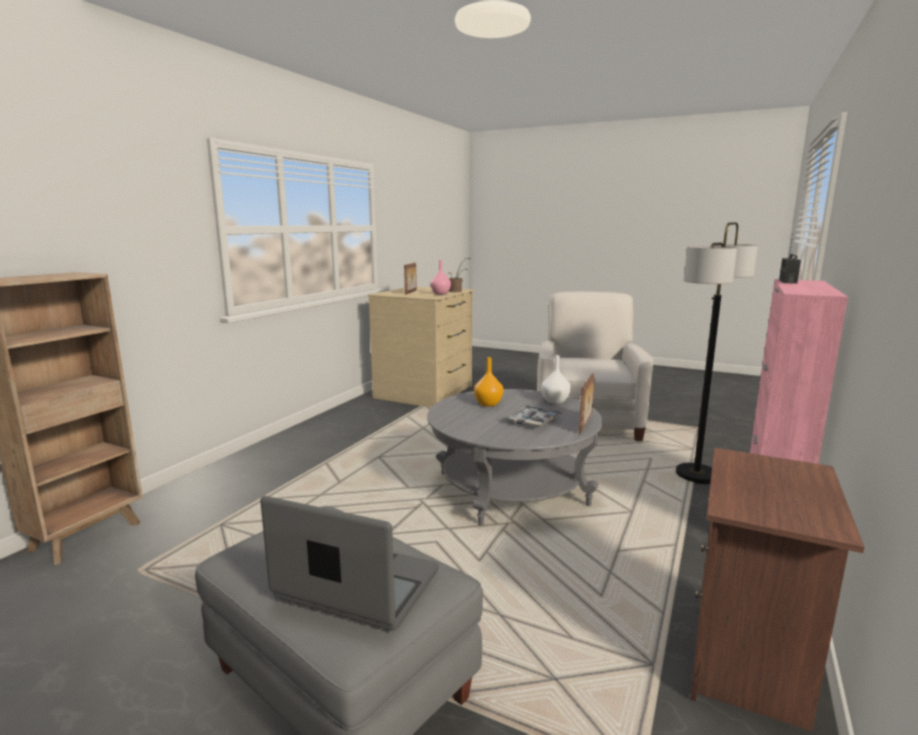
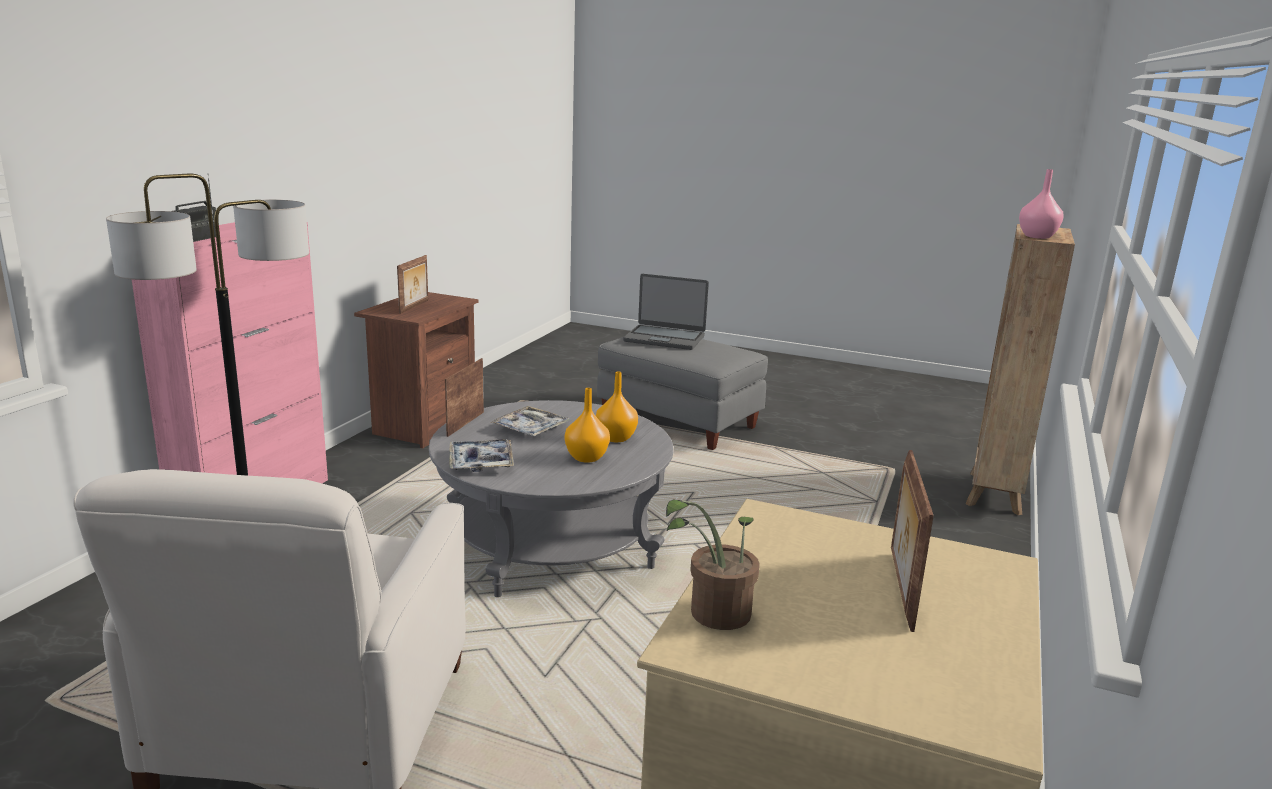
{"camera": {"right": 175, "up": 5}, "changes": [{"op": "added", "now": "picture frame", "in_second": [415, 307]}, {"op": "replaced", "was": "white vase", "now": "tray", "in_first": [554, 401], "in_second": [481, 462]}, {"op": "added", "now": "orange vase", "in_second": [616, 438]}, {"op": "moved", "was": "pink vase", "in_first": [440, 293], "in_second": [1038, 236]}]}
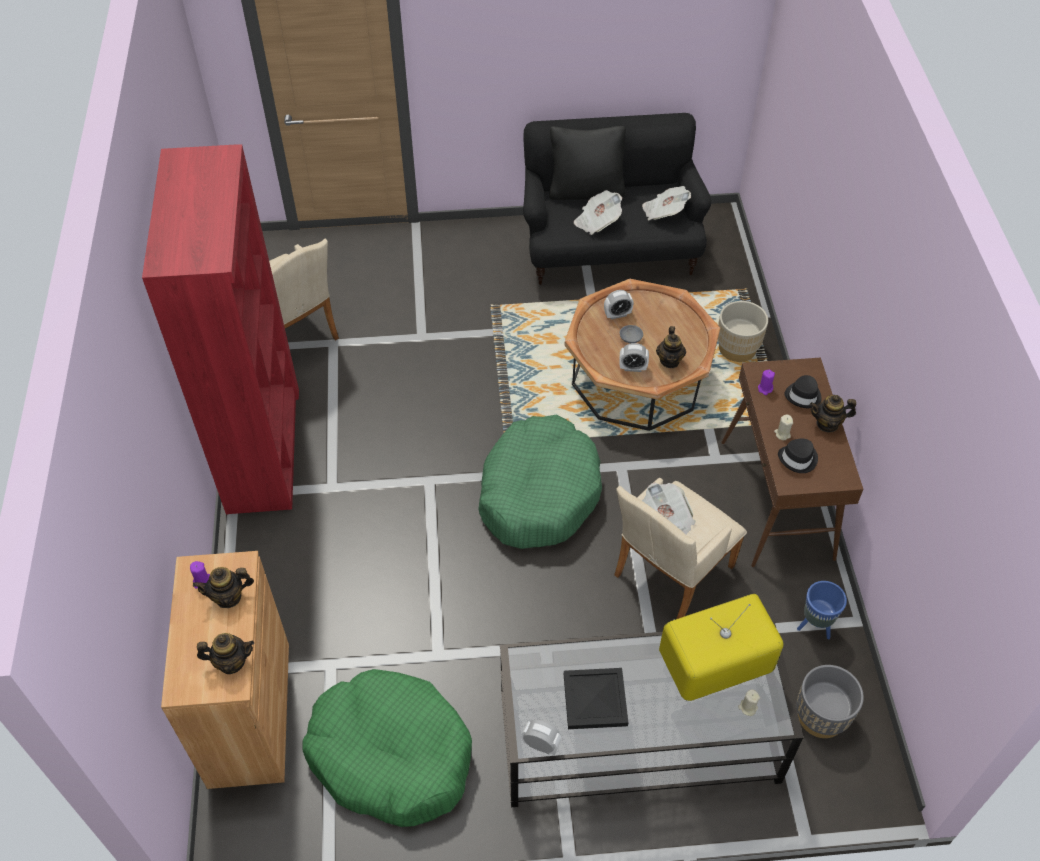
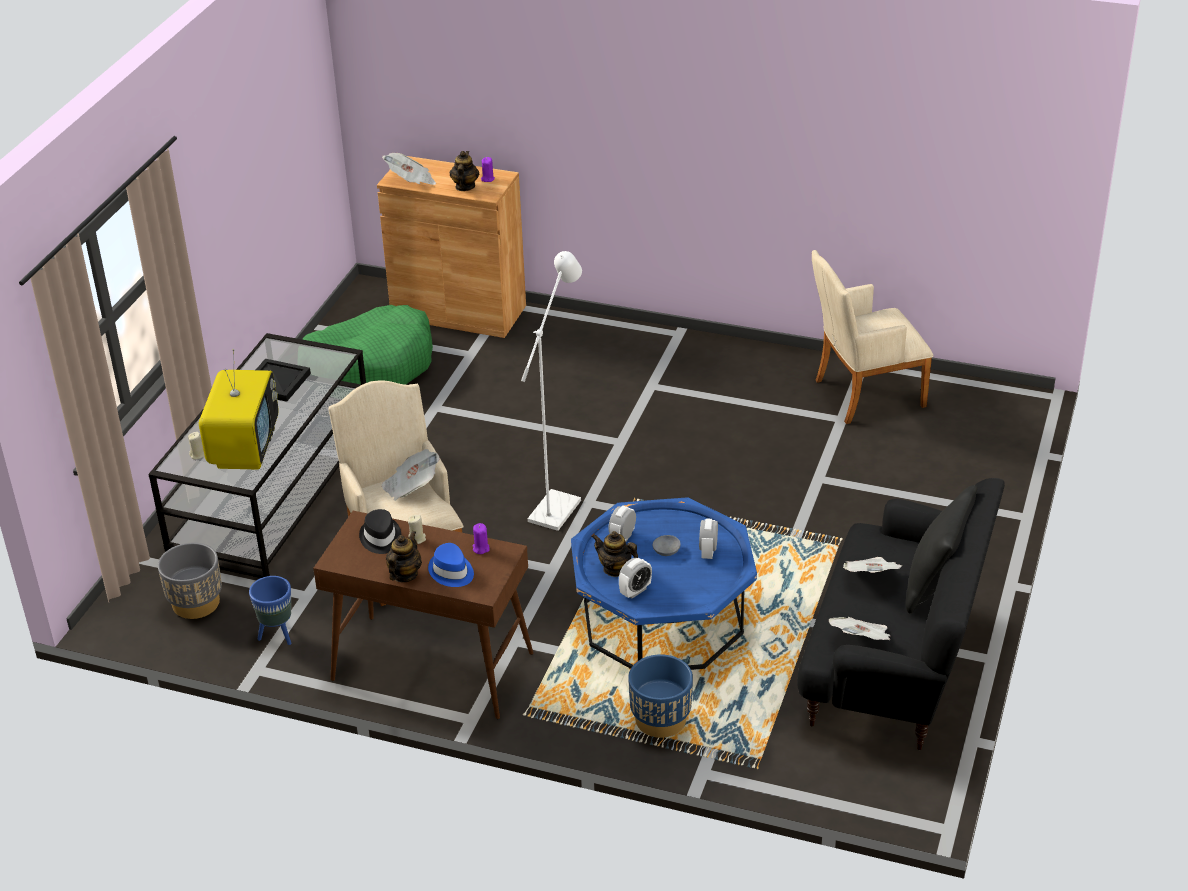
{"camera": {"right": 115, "up": -15}, "changes": [{"op": "replaced", "was": "teapot", "now": "newspaper", "in_first": [231, 662], "in_second": [411, 181]}, {"op": "recoloured", "was": "black hat", "now": "blue hat", "in_first": [803, 396], "in_second": [451, 572]}, {"op": "replaced", "was": "green dog bed", "now": "white floor lamp", "in_first": [538, 492], "in_second": [559, 504]}, {"op": "recoloured", "was": "brown coffee table", "now": "blue coffee table", "in_first": [637, 379], "in_second": [663, 618]}, {"op": "moved", "was": "alarm clock", "in_first": [541, 745], "in_second": [635, 591]}, {"op": "recoloured", "was": "beige planter", "now": "blue planter", "in_first": [737, 348], "in_second": [661, 720]}, {"op": "removed", "was": "red bookcase", "in_first": [264, 449]}]}
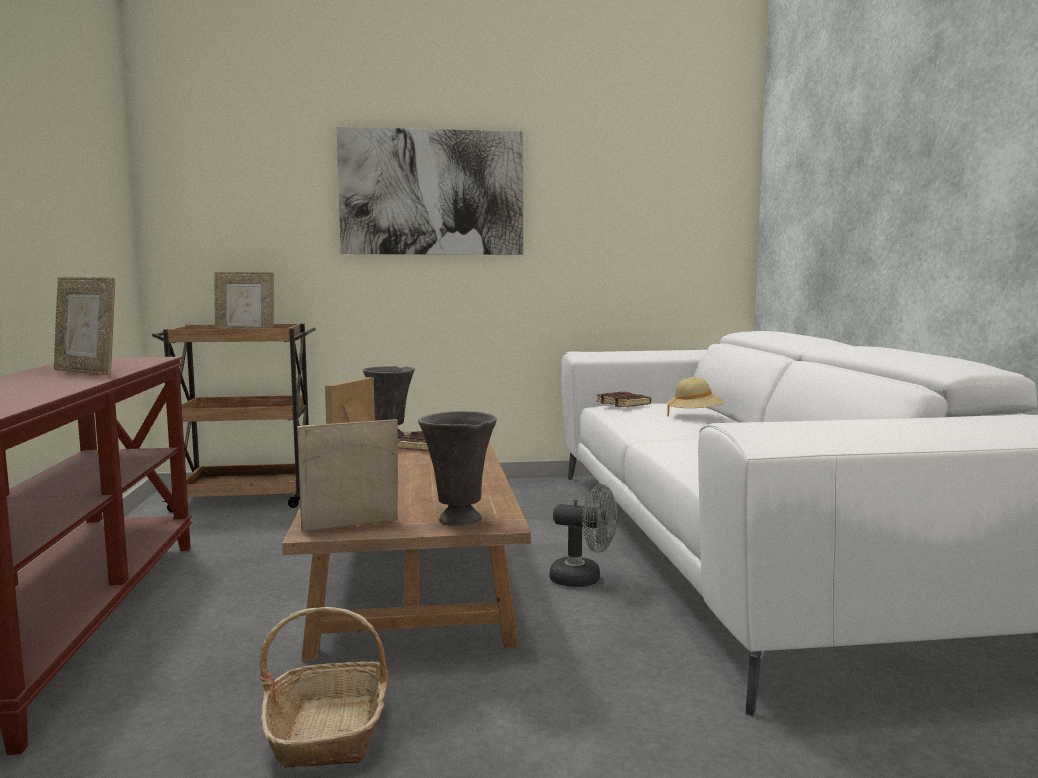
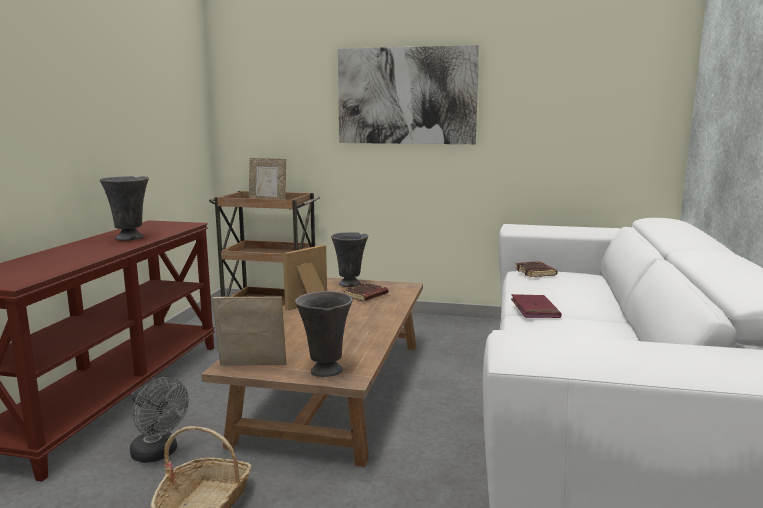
{"camera": {"right": 20, "up": 5}, "changes": [{"op": "replaced", "was": "picture frame", "now": "grey vase", "in_first": [87, 372], "in_second": [130, 238]}, {"op": "moved", "was": "grey fan", "in_first": [584, 579], "in_second": [159, 454]}, {"op": "added", "now": "red book", "in_second": [534, 309]}, {"op": "removed", "was": "beige hat", "in_first": [694, 416]}]}
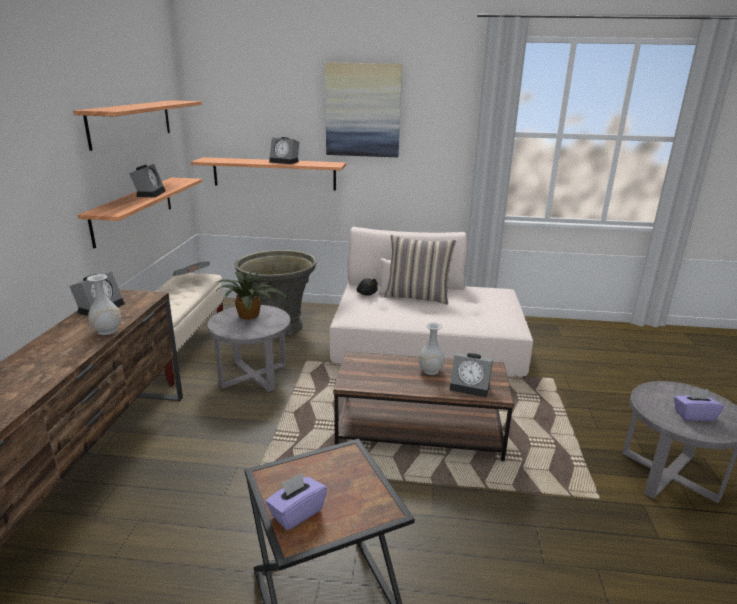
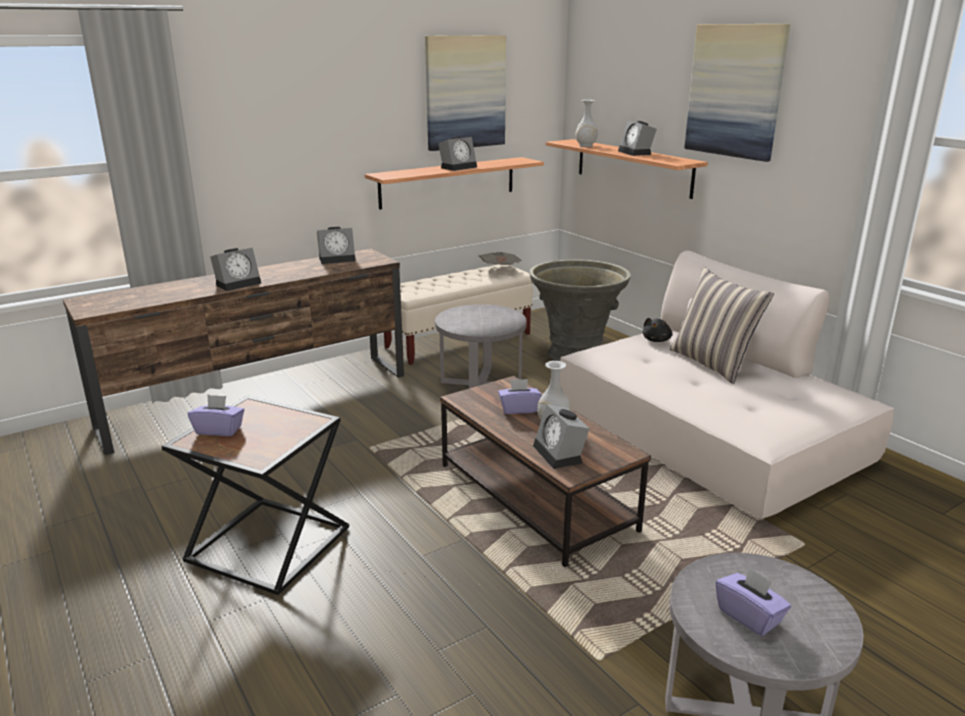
{"camera": {"right": 50, "up": 0}, "changes": [{"op": "added", "now": "alarm clock", "in_second": [239, 283]}, {"op": "replaced", "was": "shelf", "now": "picture", "in_first": [131, 122], "in_second": [465, 92]}, {"op": "added", "now": "purple tissue box", "in_second": [518, 409]}, {"op": "moved", "was": "white vase", "in_first": [107, 331], "in_second": [586, 146]}, {"op": "removed", "was": "potted plant", "in_first": [251, 315]}]}
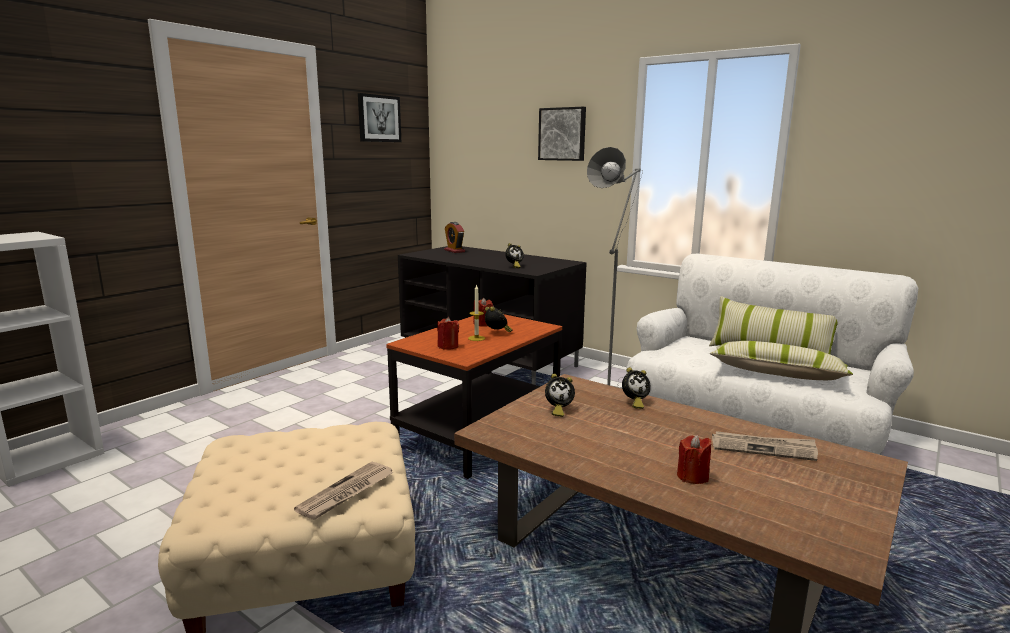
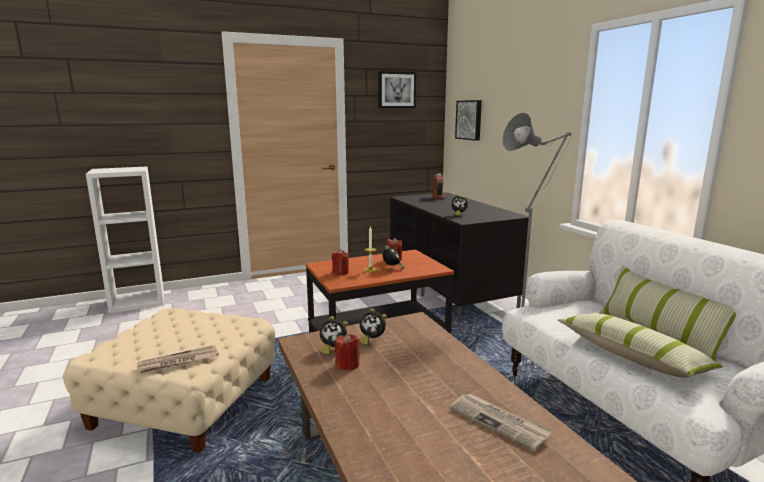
{"camera": {"right": 30, "up": 0}, "changes": [{"op": "moved", "was": "alarm clock", "in_first": [634, 403], "in_second": [332, 349]}, {"op": "moved", "was": "red candle", "in_first": [692, 476], "in_second": [347, 365]}, {"op": "moved", "was": "picture", "in_first": [562, 134], "in_second": [469, 120]}]}
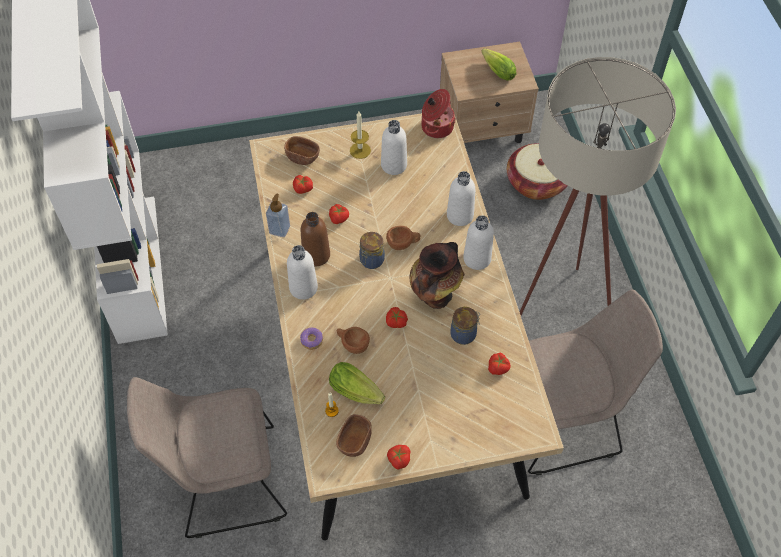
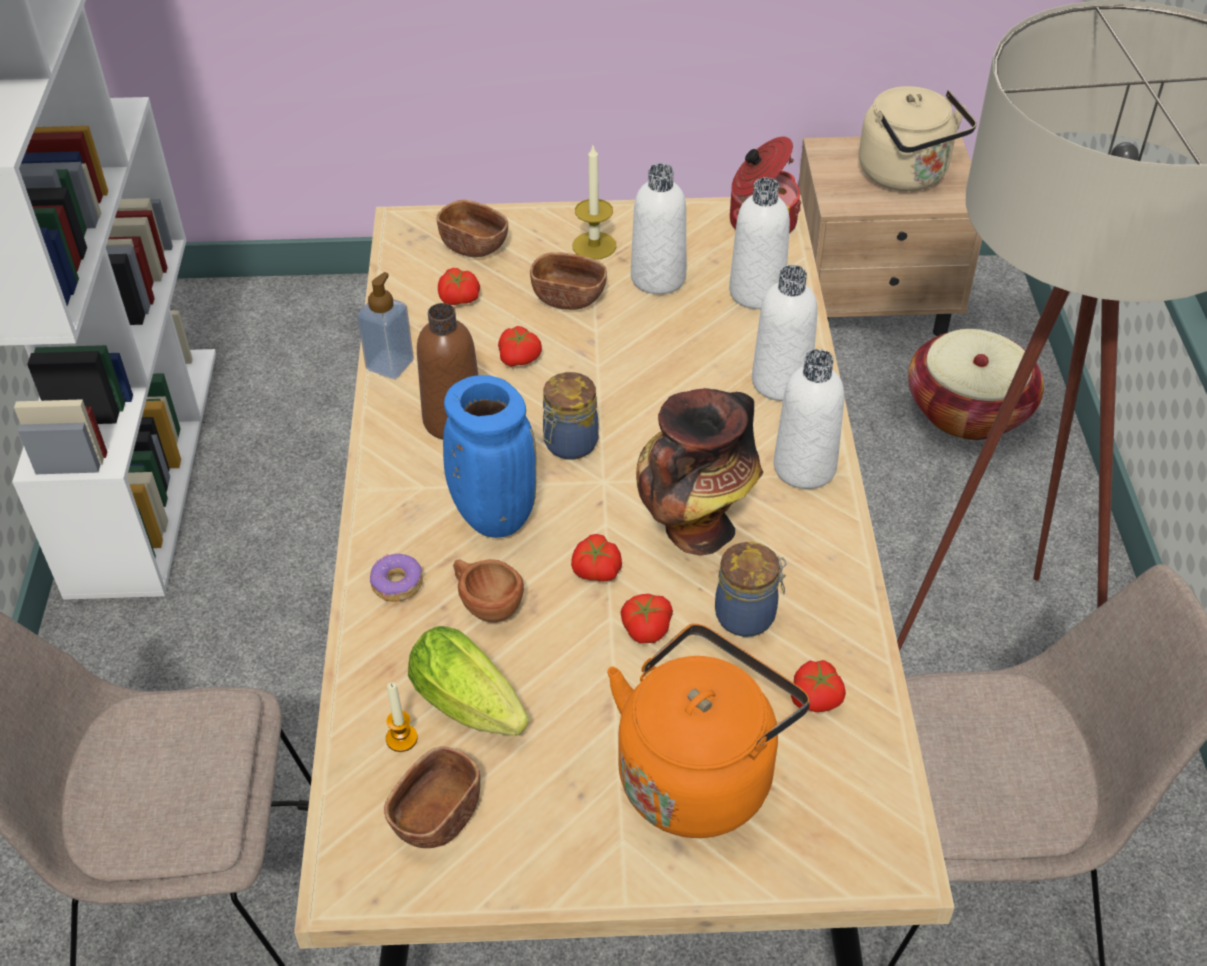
{"camera": {"right": 10, "up": -10}, "changes": [{"op": "added", "now": "blue vase", "in_second": [492, 515]}, {"op": "added", "now": "brown bowl", "in_second": [568, 297]}, {"op": "added", "now": "orange kettle", "in_second": [699, 773]}, {"op": "moved", "was": "tomato", "in_first": [398, 459], "in_second": [645, 628]}, {"op": "moved", "was": "white bottle", "in_first": [303, 288], "in_second": [757, 292]}, {"op": "replaced", "was": "lettuce", "now": "beige kettle", "in_first": [496, 71], "in_second": [907, 175]}, {"op": "removed", "was": "brown cup", "in_first": [403, 244]}]}
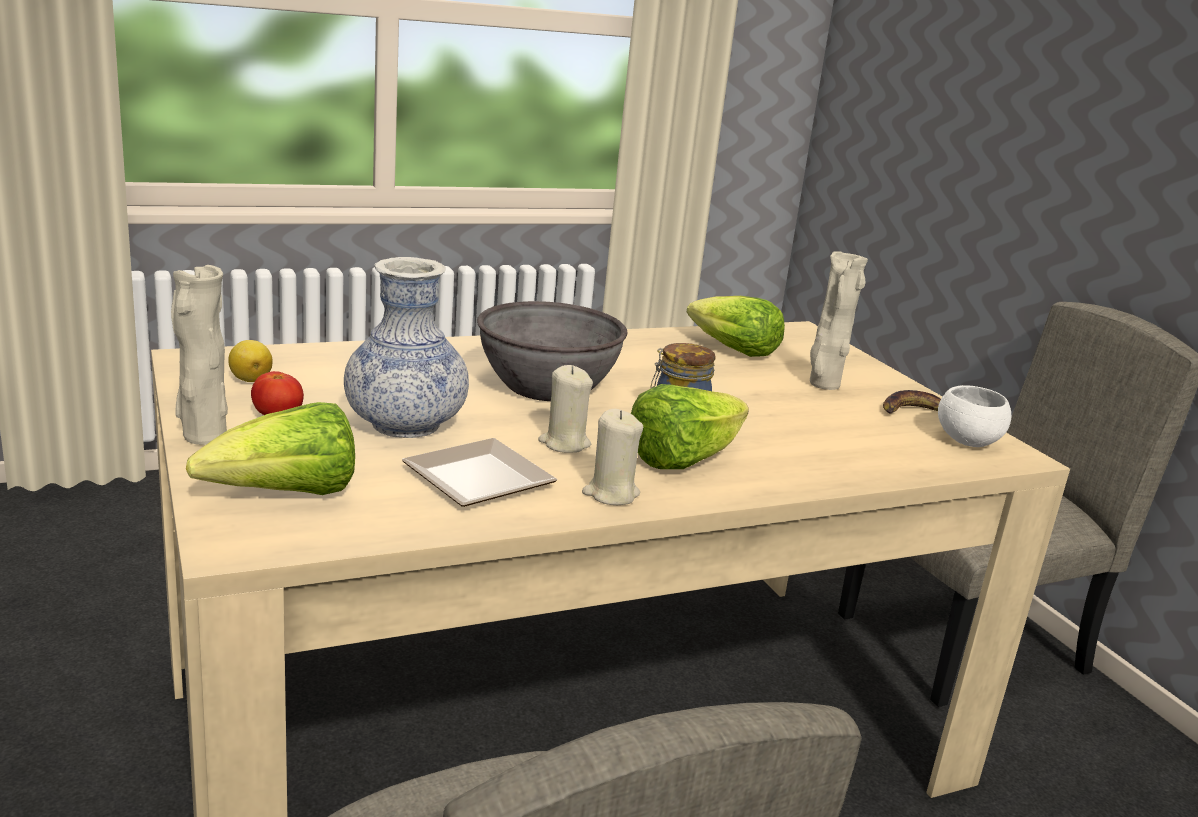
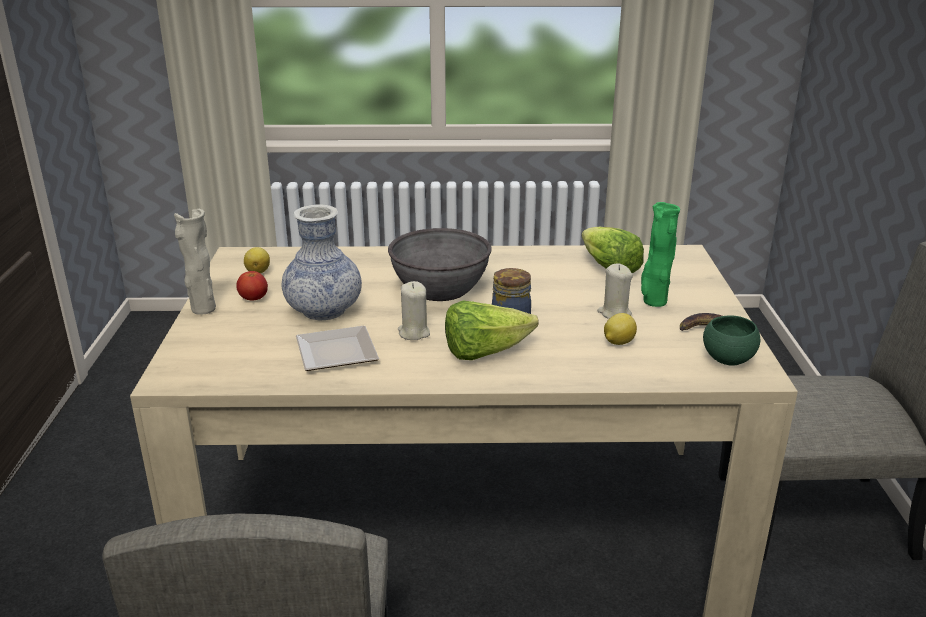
{"camera": {"right": 25, "up": 5}, "changes": [{"op": "moved", "was": "beige candle", "in_first": [610, 494], "in_second": [614, 313]}, {"op": "added", "now": "lemon", "in_second": [618, 342]}, {"op": "recoloured", "was": "beige vase", "now": "green vase", "in_first": [823, 385], "in_second": [653, 302]}, {"op": "recoloured", "was": "white bowl", "now": "green bowl", "in_first": [967, 441], "in_second": [728, 359]}, {"op": "removed", "was": "lettuce", "in_first": [286, 496]}]}
